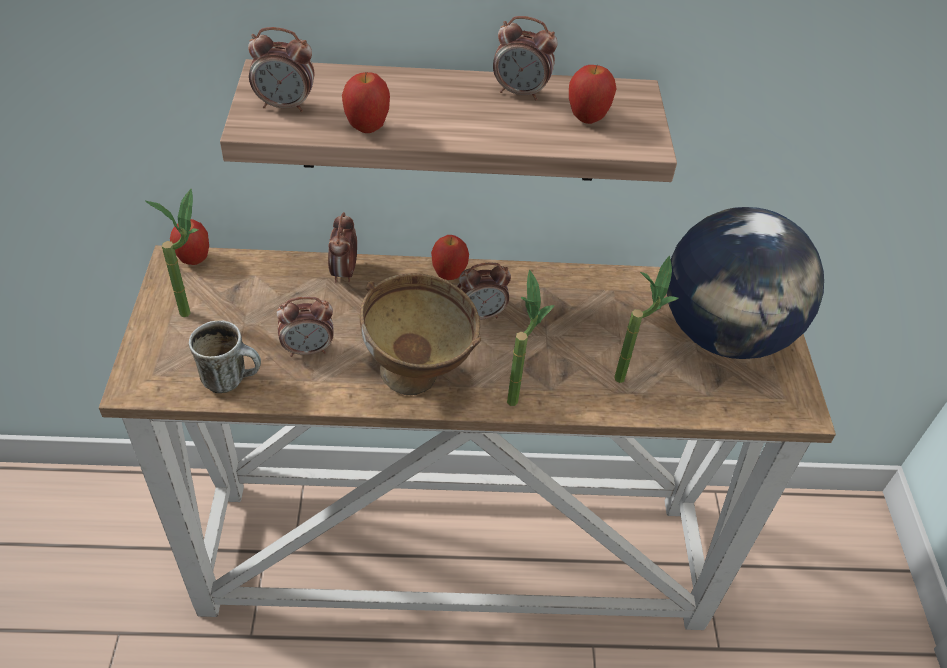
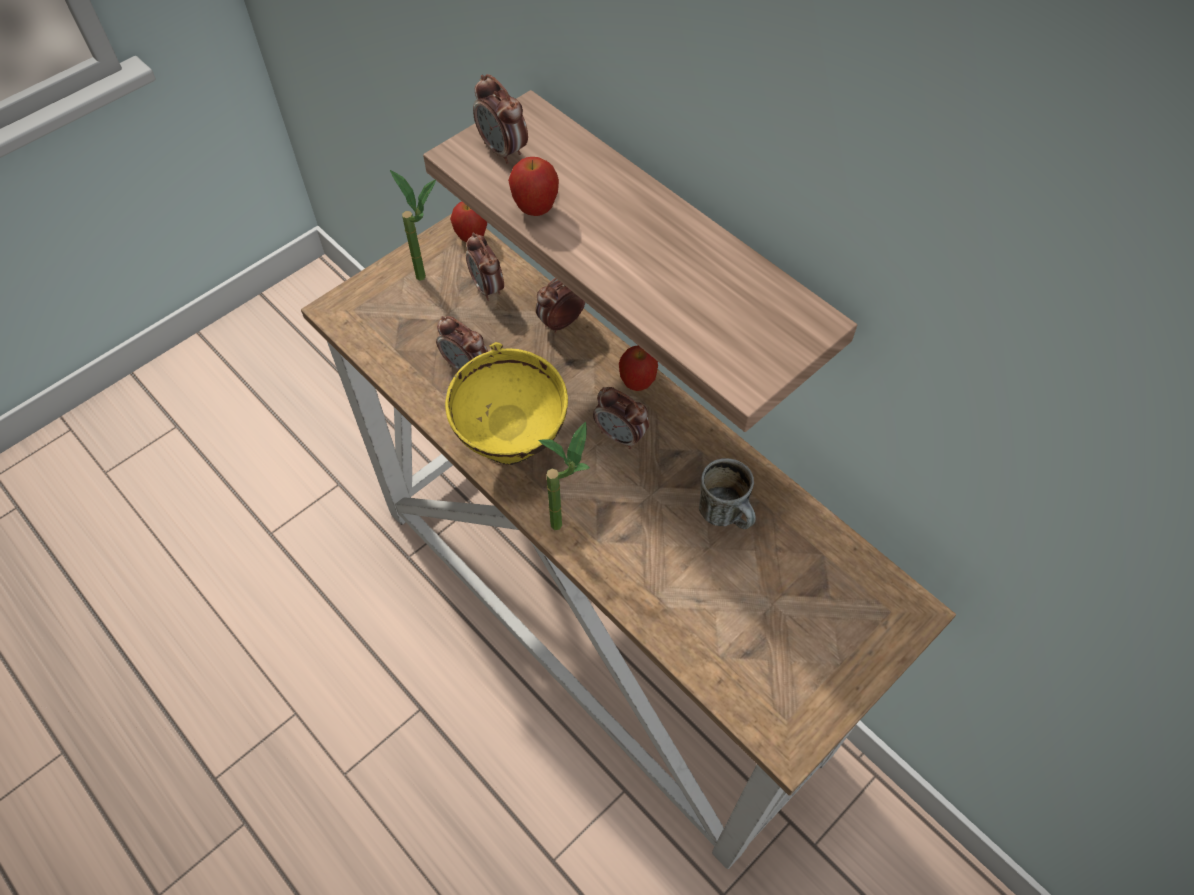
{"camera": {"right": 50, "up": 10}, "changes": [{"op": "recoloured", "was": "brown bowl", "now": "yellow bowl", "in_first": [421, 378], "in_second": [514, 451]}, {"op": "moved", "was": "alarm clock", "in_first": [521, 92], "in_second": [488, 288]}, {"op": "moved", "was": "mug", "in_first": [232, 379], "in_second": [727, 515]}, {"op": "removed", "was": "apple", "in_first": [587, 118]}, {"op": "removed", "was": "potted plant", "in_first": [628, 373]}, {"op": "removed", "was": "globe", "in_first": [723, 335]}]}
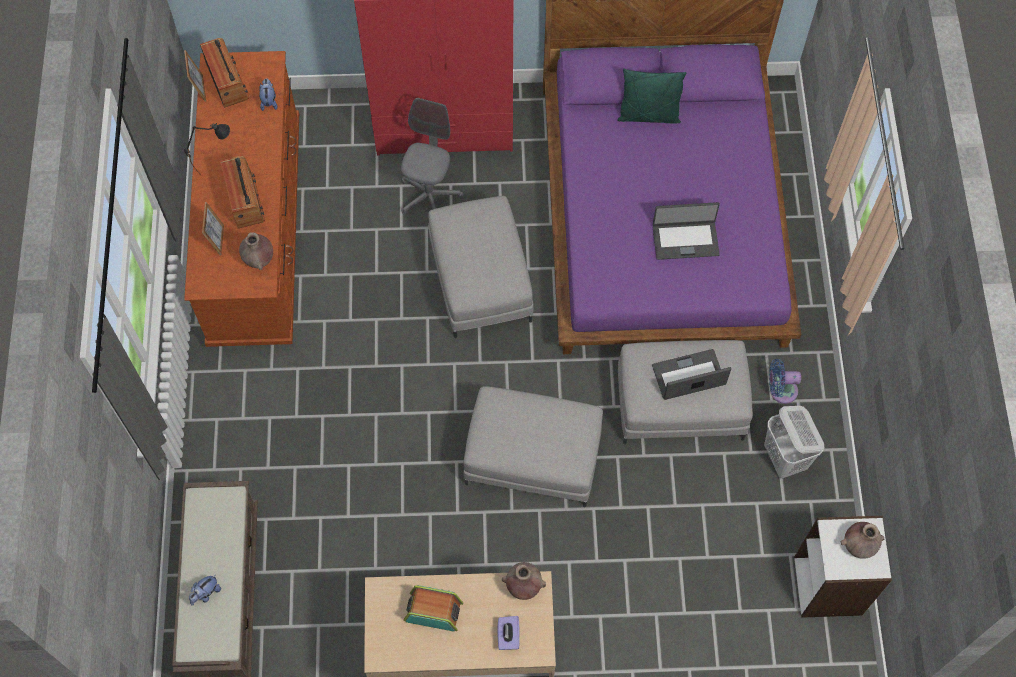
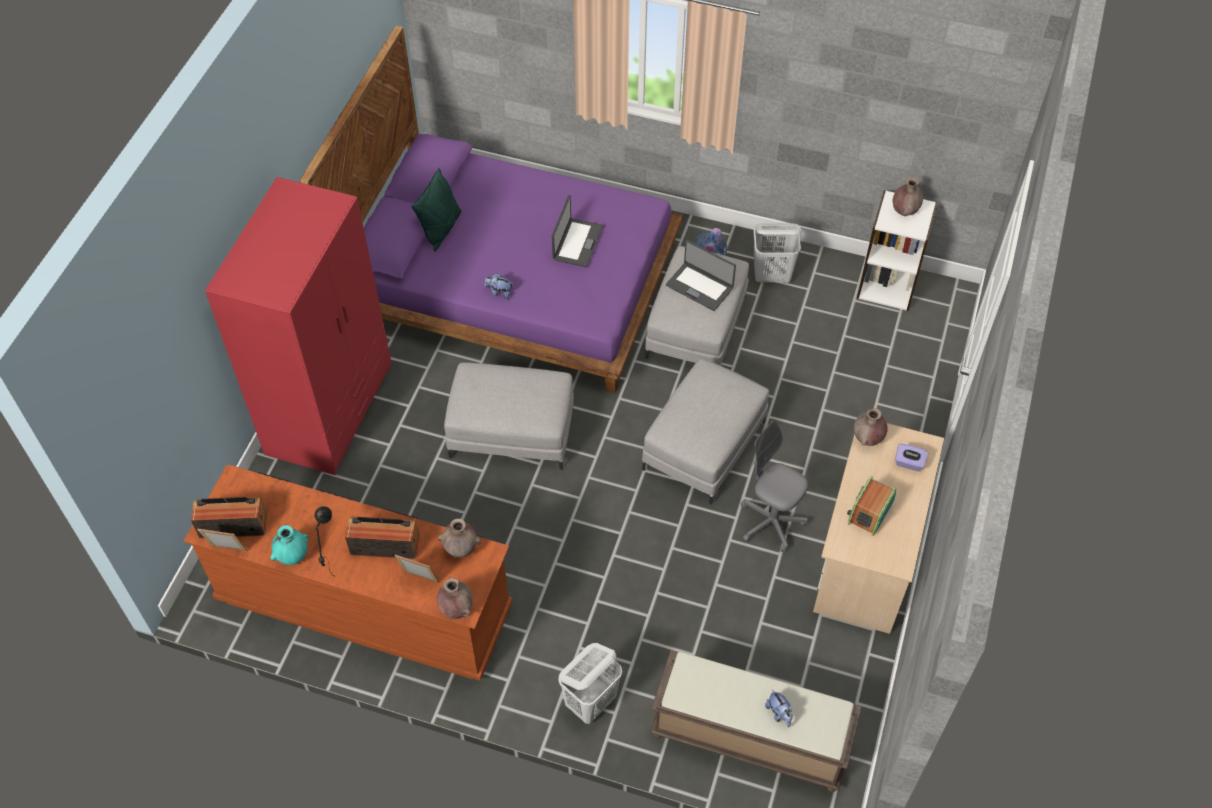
{"camera": {"right": -70, "up": -10}, "changes": [{"op": "added", "now": "turquoise vase", "in_second": [293, 556]}, {"op": "added", "now": "brown vase", "in_second": [456, 609]}, {"op": "moved", "was": "plush toy", "in_first": [269, 101], "in_second": [499, 292]}, {"op": "added", "now": "white laundry basket", "in_second": [591, 702]}, {"op": "turned", "was": "laptop", "in_first": [689, 376], "in_second": [700, 286], "clockwise": -60}, {"op": "moved", "was": "grey office chair", "in_first": [429, 196], "in_second": [771, 522]}]}
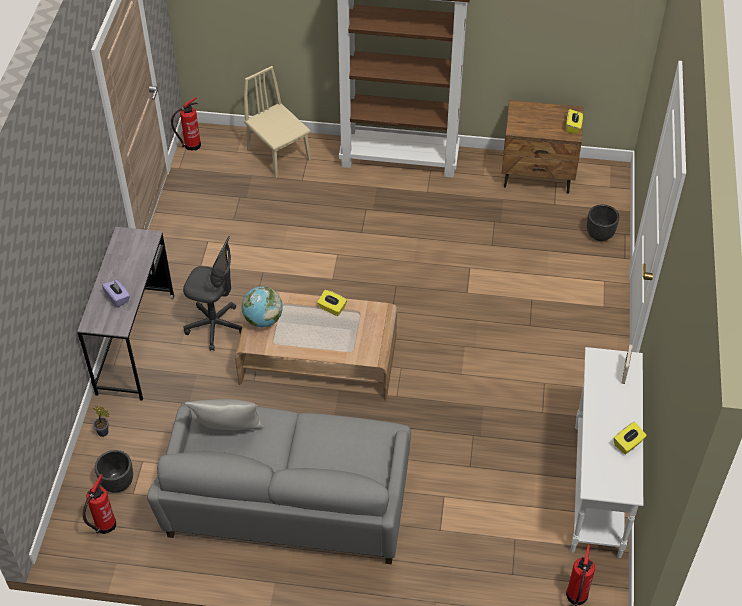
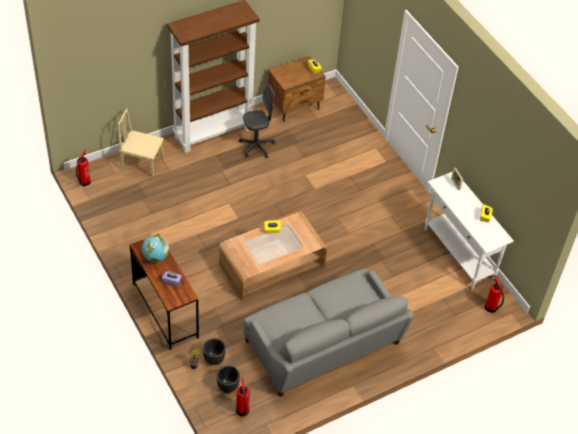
{"camera": {"right": -40, "up": 0}, "changes": [{"op": "recoloured", "was": "grey desk", "now": "brown desk", "in_first": [136, 344], "in_second": [165, 310]}, {"op": "moved", "was": "globe", "in_first": [263, 320], "in_second": [155, 257]}, {"op": "moved", "was": "black planter", "in_first": [600, 235], "in_second": [214, 359]}, {"op": "moved", "was": "grey office chair", "in_first": [215, 326], "in_second": [256, 146]}, {"op": "removed", "was": "grey pillow", "in_first": [228, 432]}]}
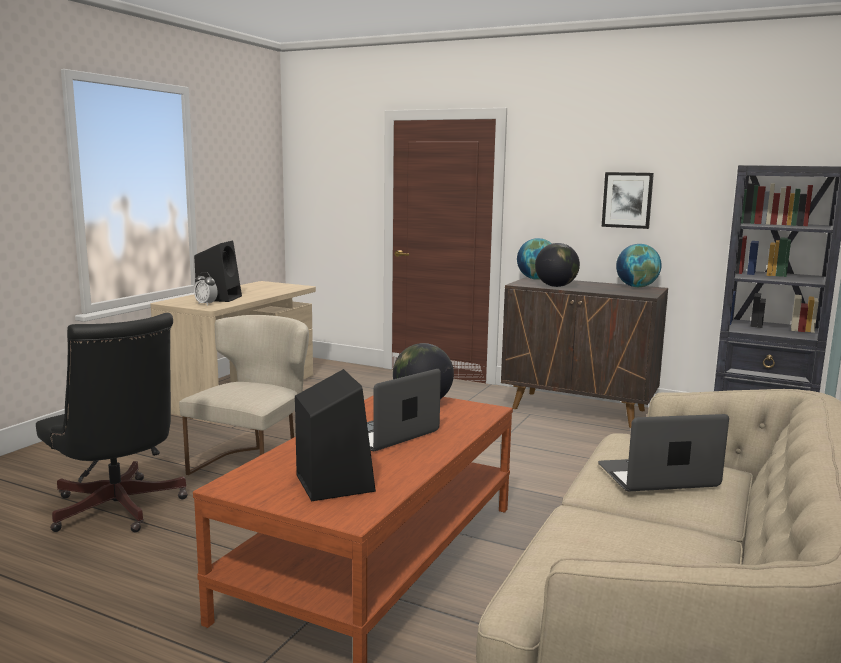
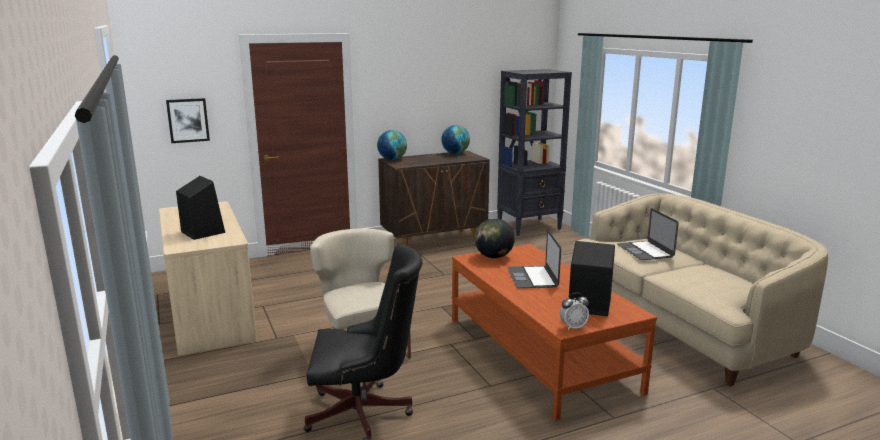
{"camera": {"right": -50, "up": 5}, "changes": [{"op": "moved", "was": "picture", "in_first": [627, 200], "in_second": [188, 120]}, {"op": "moved", "was": "alarm clock", "in_first": [206, 304], "in_second": [573, 327]}, {"op": "turned", "was": "laptop", "in_first": [657, 476], "in_second": [645, 251], "clockwise": -45}, {"op": "removed", "was": "globe", "in_first": [556, 286]}]}
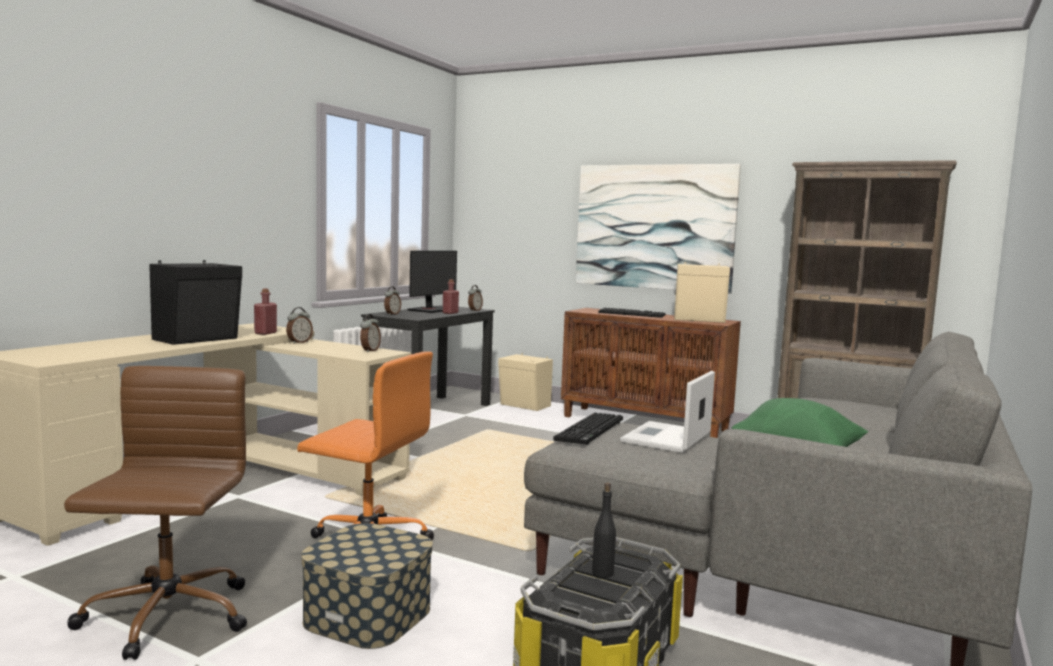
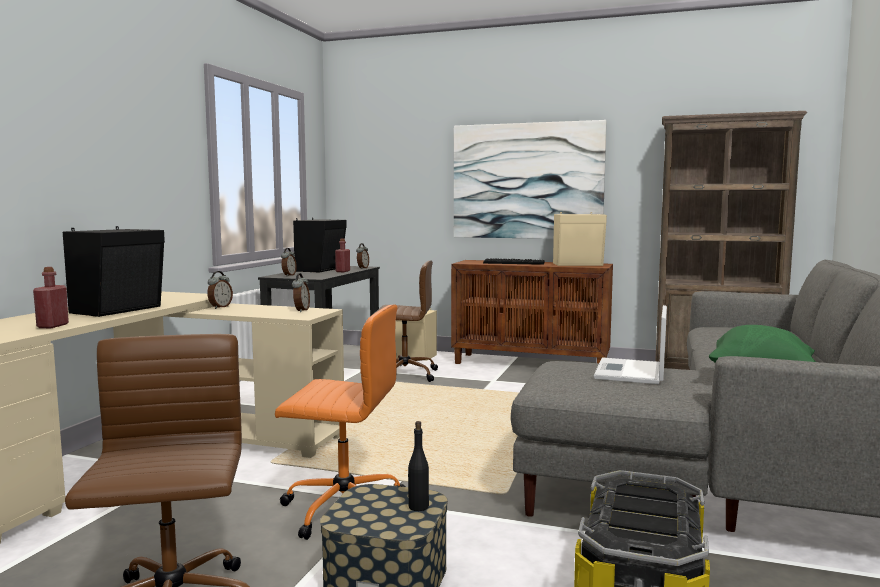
{"camera": {"right": -10, "up": 0}, "changes": [{"op": "moved", "was": "red bottle", "in_first": [265, 333], "in_second": [52, 326]}, {"op": "replaced", "was": "monitor", "now": "black speaker", "in_first": [431, 310], "in_second": [321, 269]}, {"op": "added", "now": "brown office chair", "in_second": [403, 374]}, {"op": "moved", "was": "black bottle", "in_first": [602, 573], "in_second": [418, 506]}, {"op": "removed", "was": "keyboard", "in_first": [591, 431]}]}
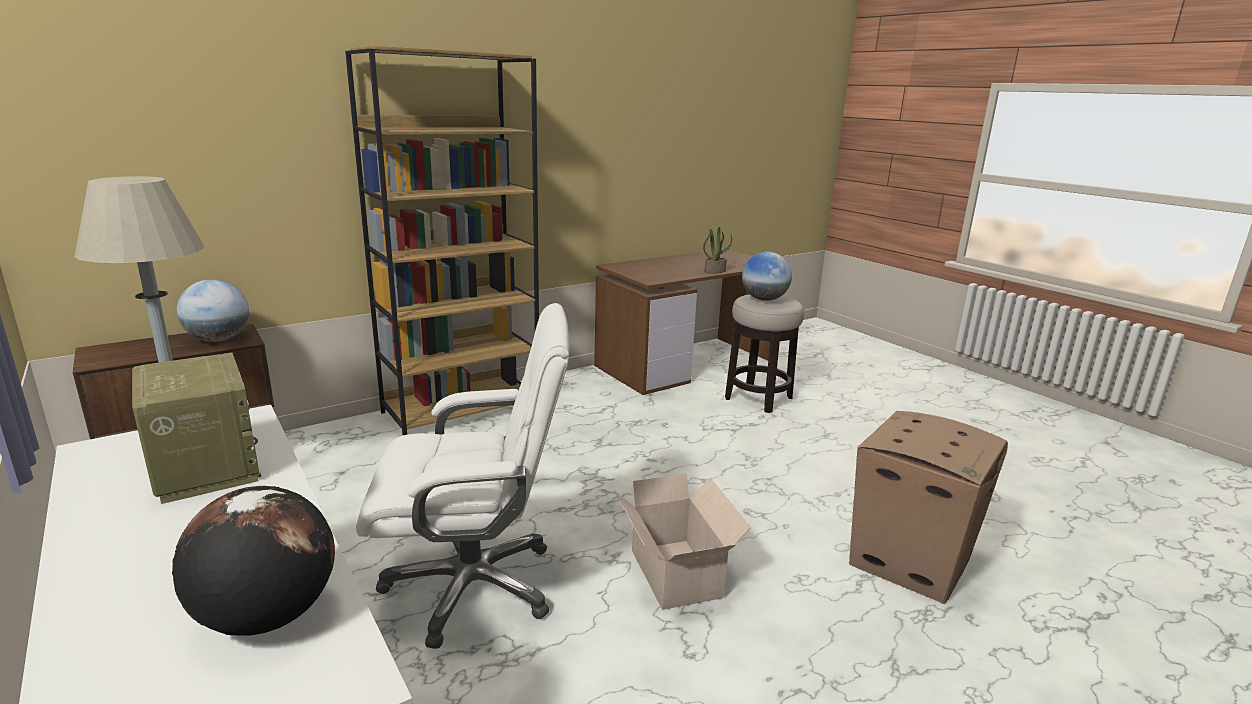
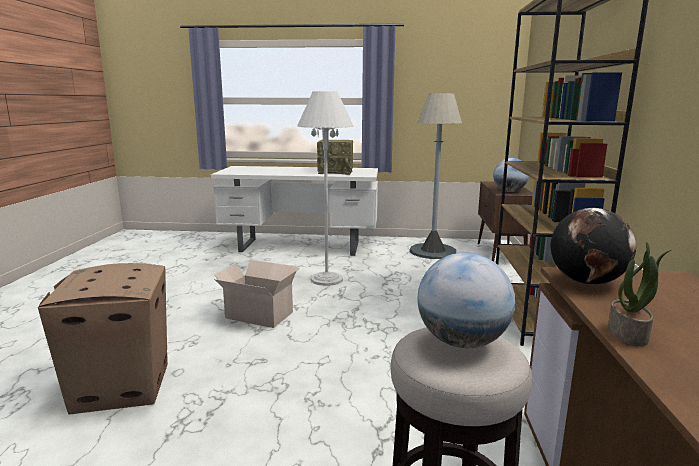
{"camera": {"right": 130, "up": -5}, "changes": [{"op": "replaced", "was": "white office chair", "now": "white floor lamp", "in_first": [474, 585], "in_second": [326, 279]}, {"op": "moved", "was": "globe", "in_first": [266, 617], "in_second": [586, 282]}]}
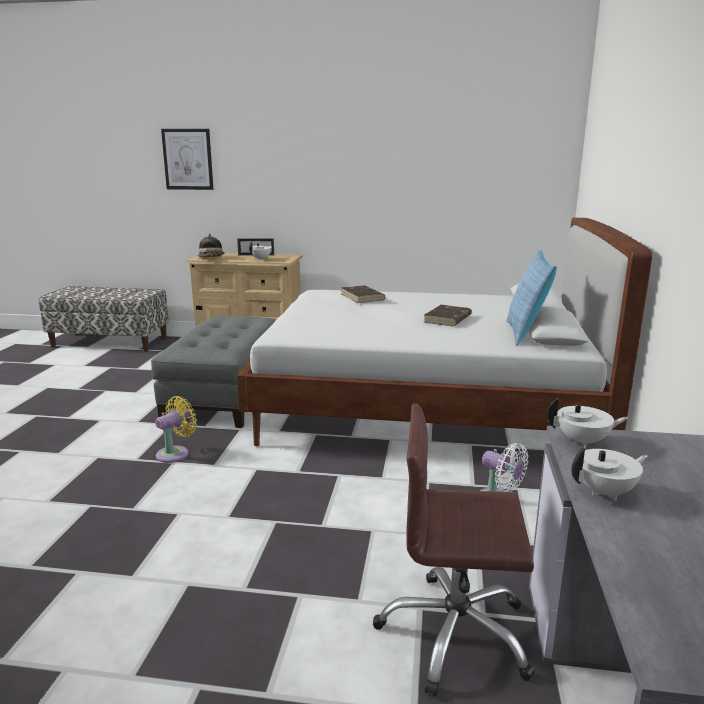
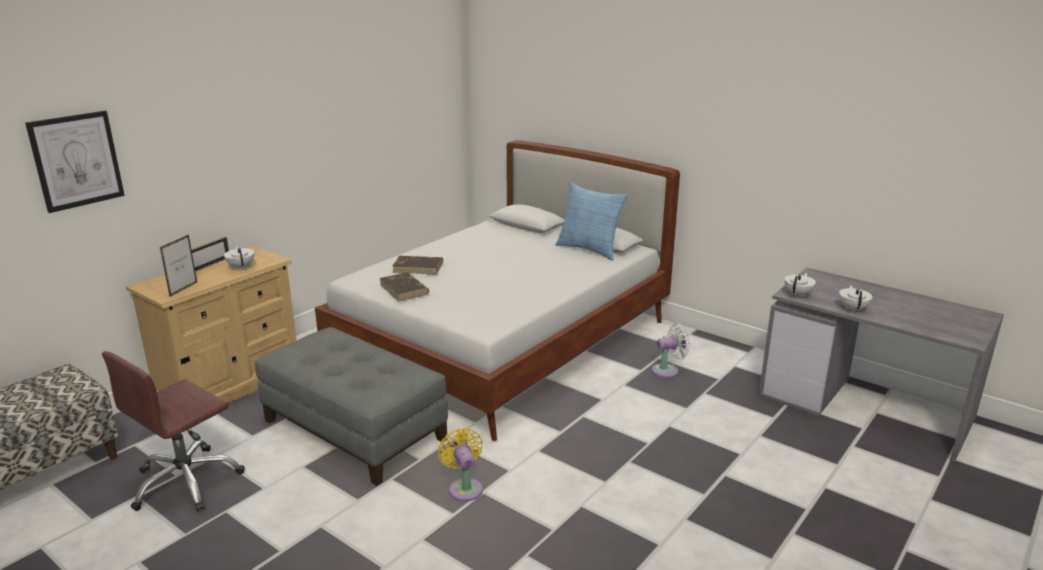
{"camera": {"right": -60, "up": 5}, "changes": [{"op": "moved", "was": "brown office chair", "in_first": [455, 634], "in_second": [186, 482]}, {"op": "replaced", "was": "hat", "now": "picture frame", "in_first": [211, 258], "in_second": [183, 289]}, {"op": "moved", "was": "brown book", "in_first": [447, 319], "in_second": [404, 289]}]}
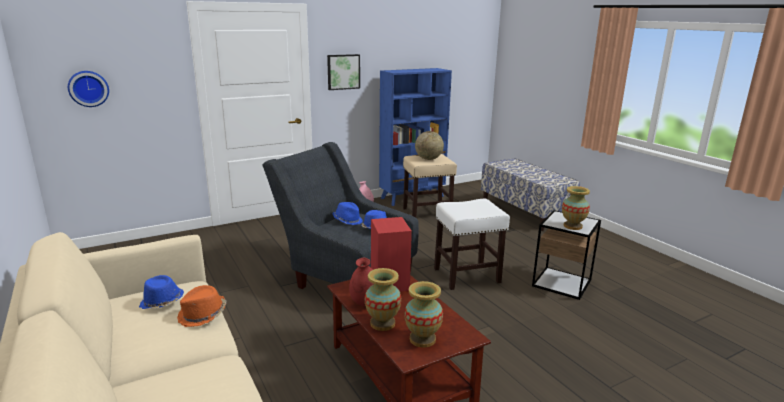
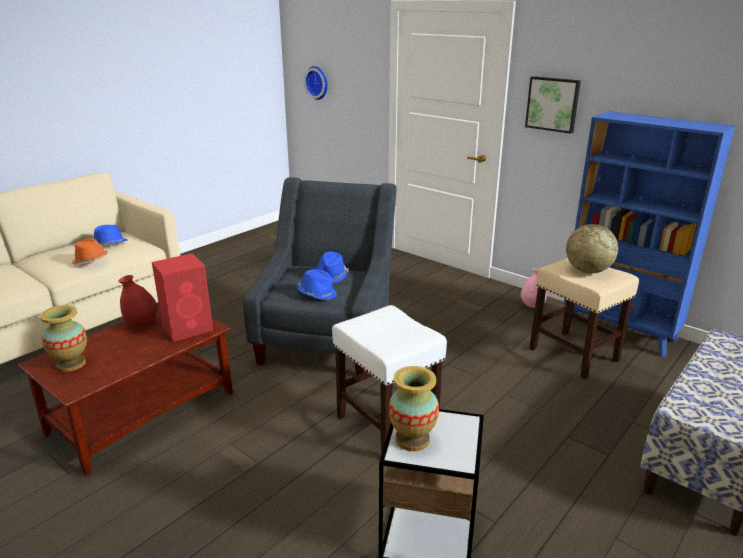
{"camera": {"right": 70, "up": 5}, "changes": [{"op": "removed", "was": "vase", "in_first": [382, 323]}]}
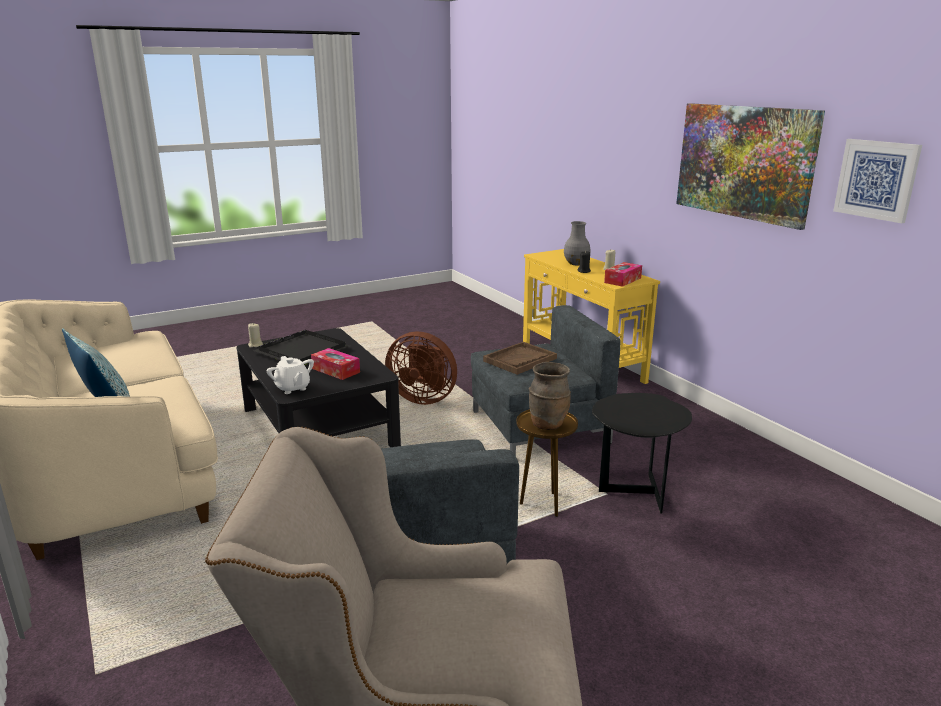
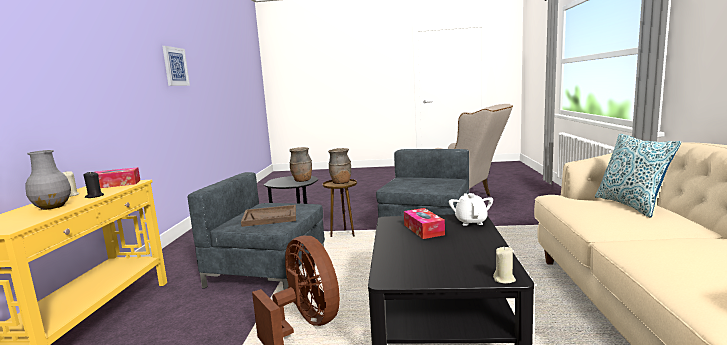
{"camera": {"right": -145, "up": -10}, "changes": [{"op": "added", "now": "brown vase", "in_second": [302, 181]}, {"op": "removed", "was": "black tray", "in_first": [302, 352]}, {"op": "removed", "was": "picture", "in_first": [744, 162]}]}
